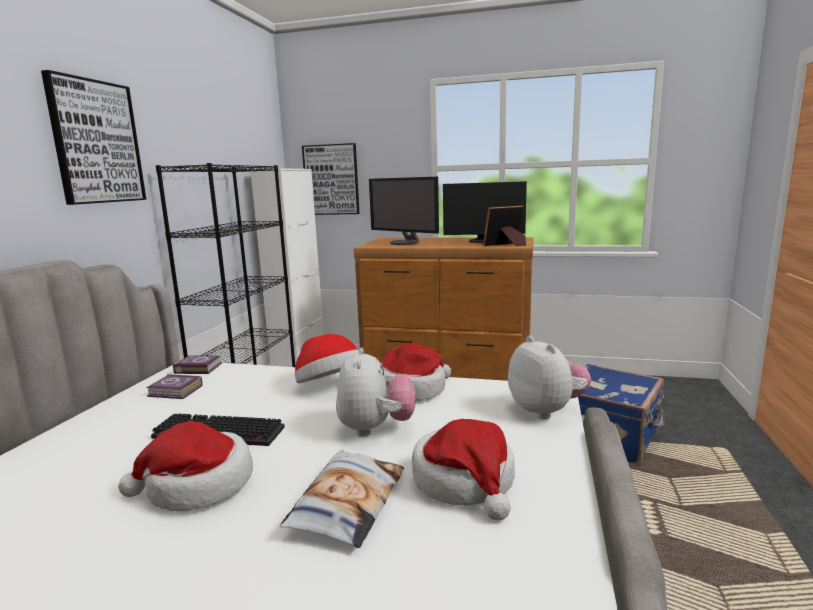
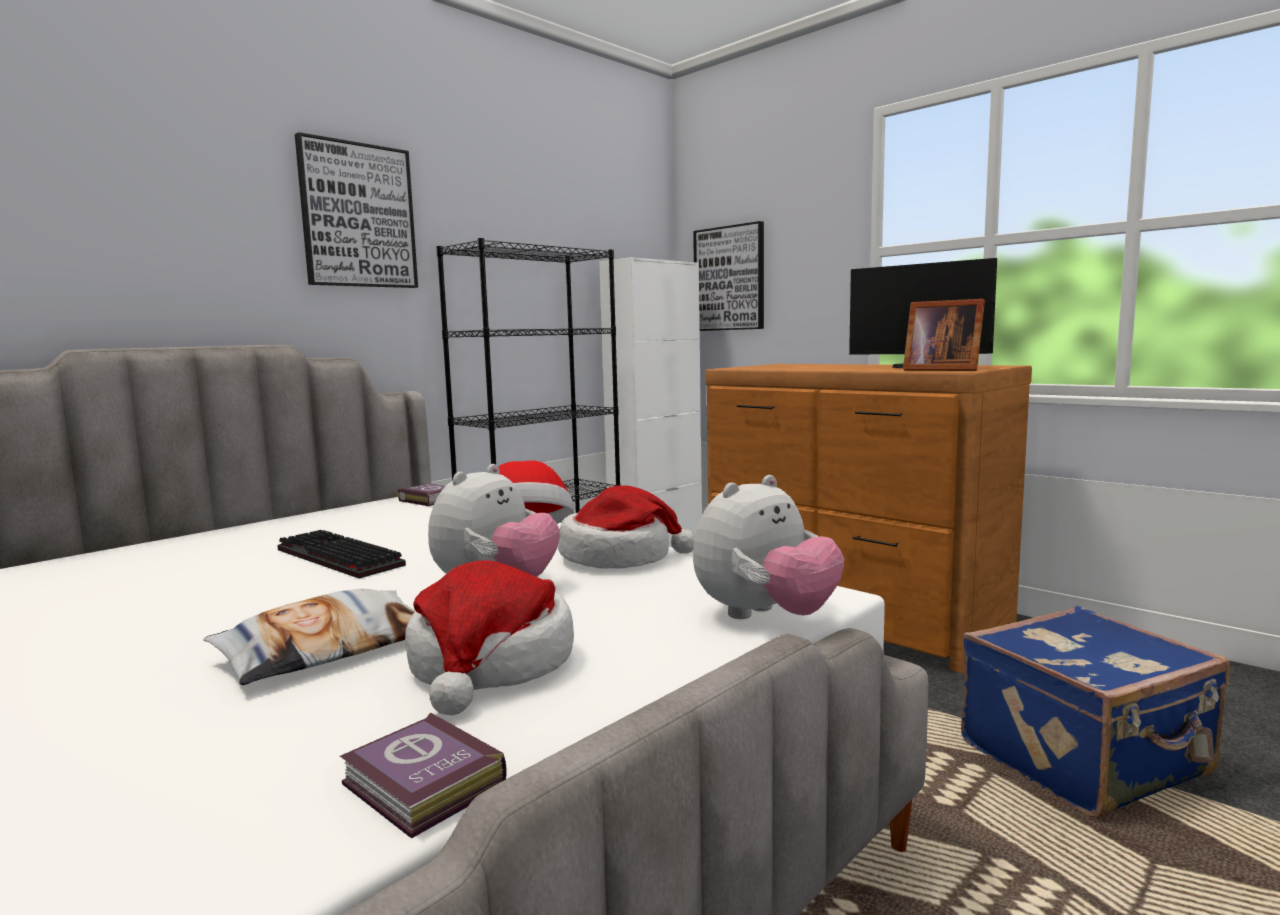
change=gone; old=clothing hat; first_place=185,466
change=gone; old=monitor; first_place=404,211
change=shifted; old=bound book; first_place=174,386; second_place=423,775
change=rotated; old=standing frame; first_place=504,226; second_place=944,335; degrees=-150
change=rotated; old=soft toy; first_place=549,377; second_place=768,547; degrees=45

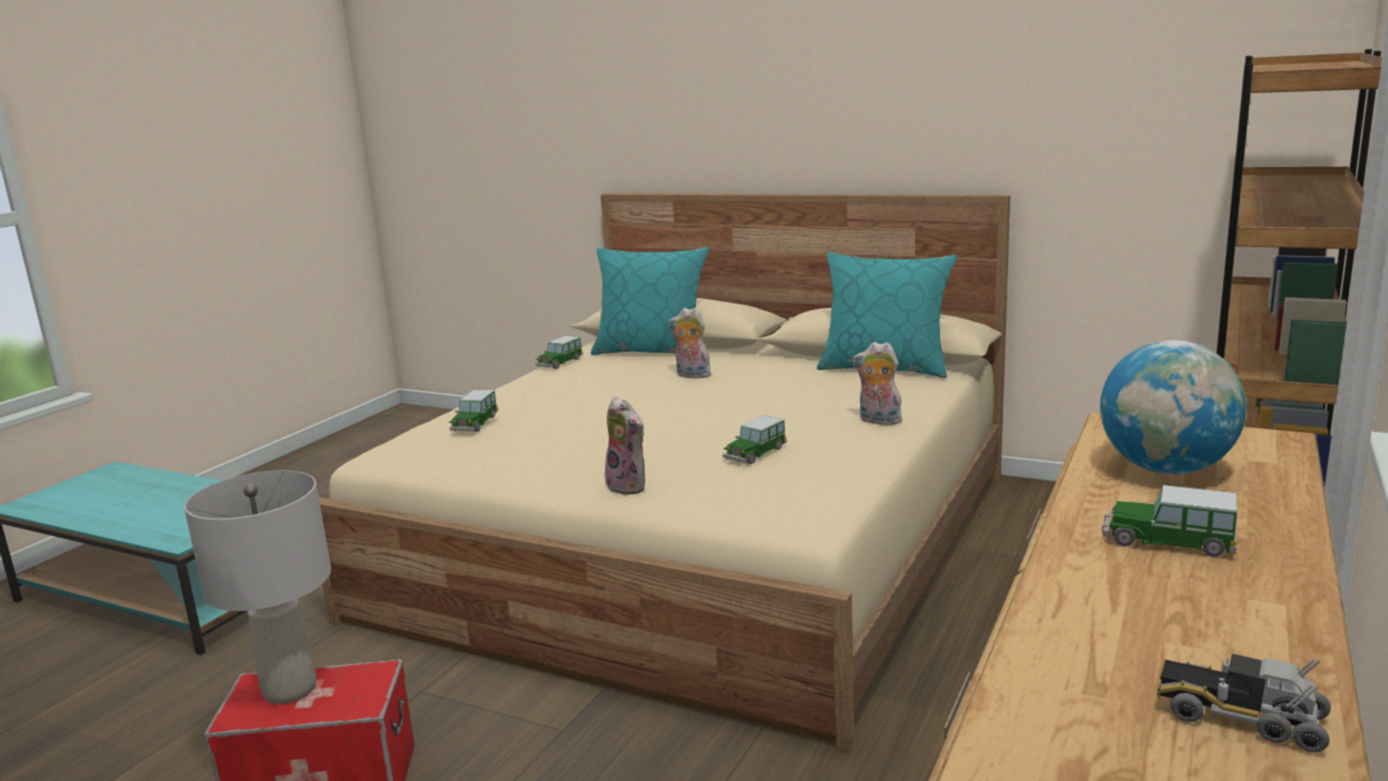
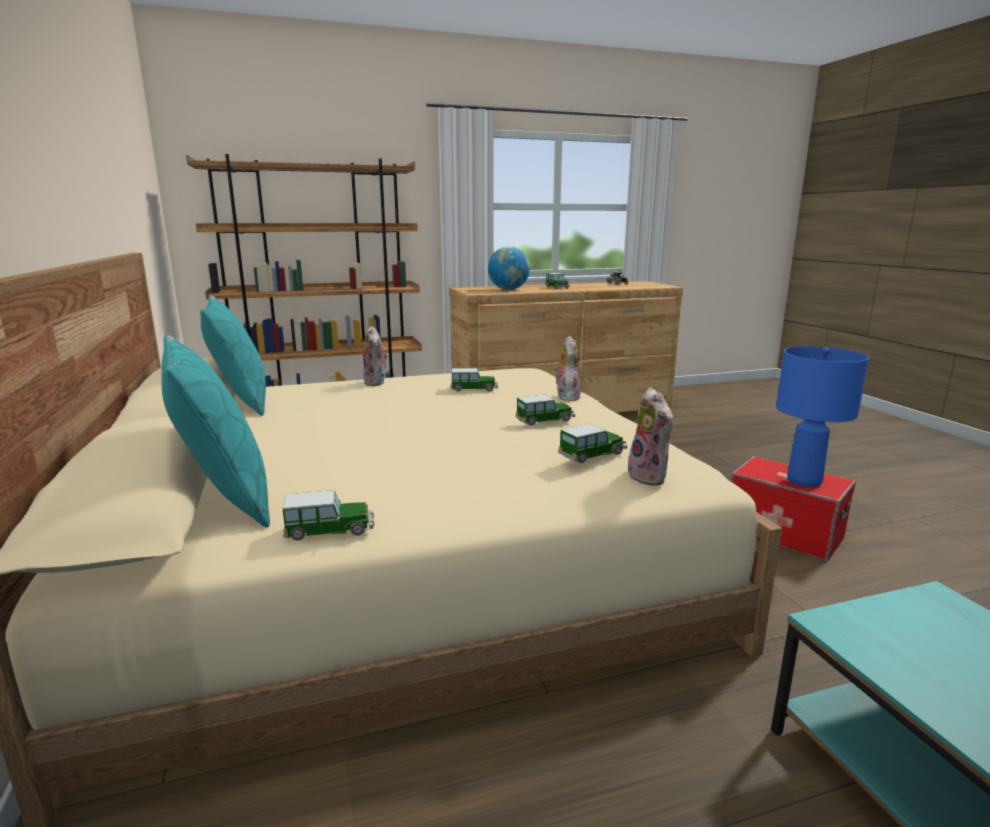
change=new; new=model car; second_place=545,410
change=shifted; old=soft toy; first_place=690,343; second_place=650,436
change=repainted; old=lamp for a table (gray); new=lamp for a table (blue-coloured); first_place=257,587; second_place=822,417

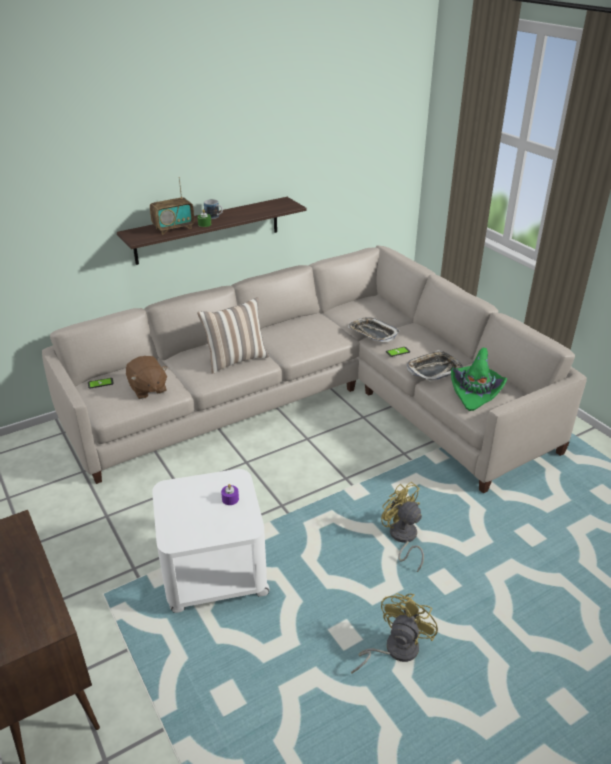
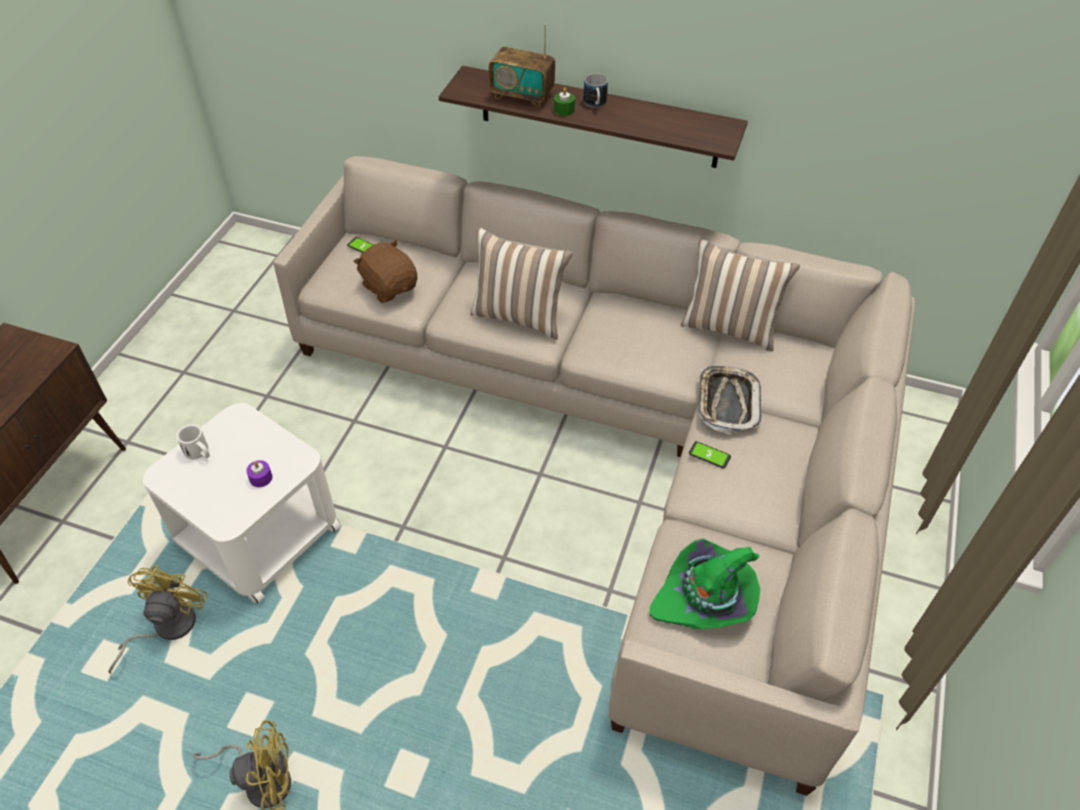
change=gone; old=carrying tray; first_place=434,365
change=new; new=coffee mug (white); second_place=193,442
change=new; new=throw pillow; second_place=740,295
change=shifted; old=fan (yellowish); first_place=402,527; second_place=158,619
change=rotated; old=soft toy (brownish); first_place=147,377; second_place=385,271; degrees=120

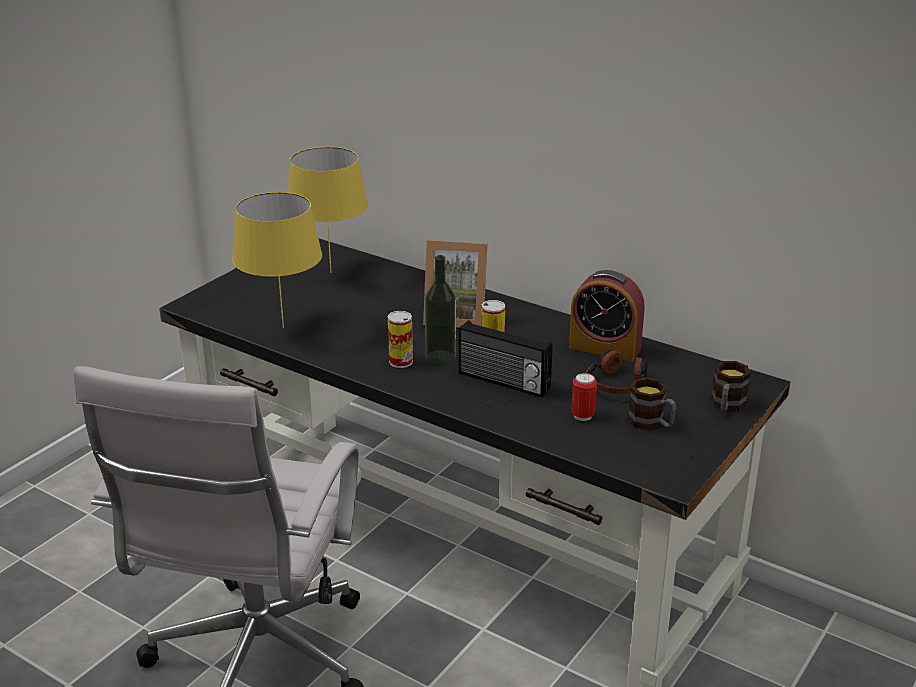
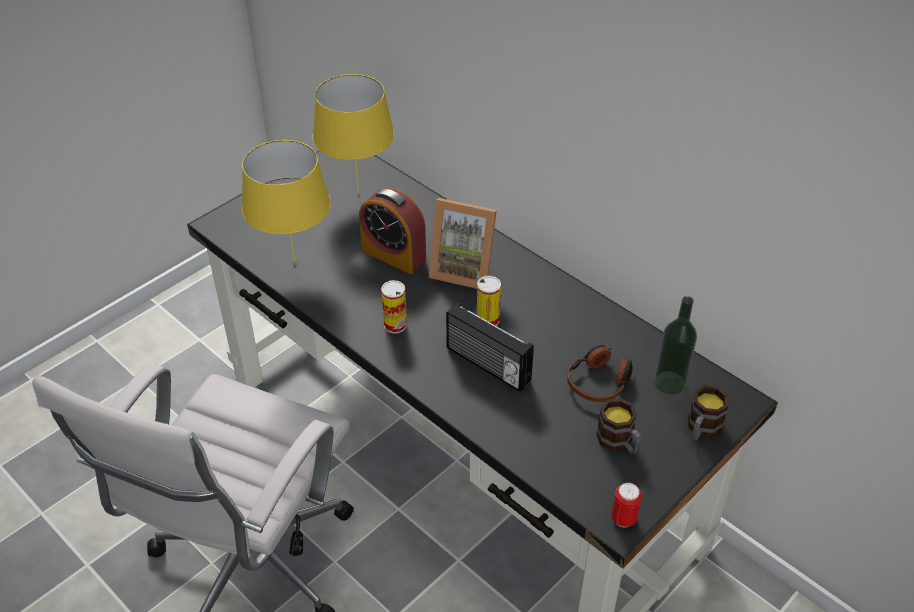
change=shifted; old=drink bottle; first_place=440,310; second_place=675,345
change=shifted; old=alarm clock; first_place=607,316; second_place=392,231
change=shifted; old=can; first_place=584,397; second_place=627,505

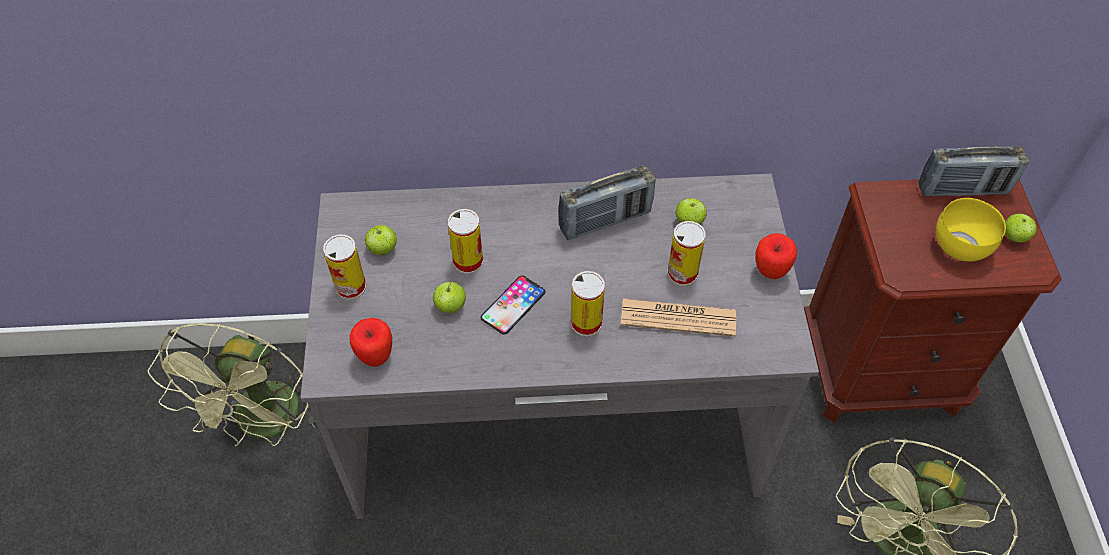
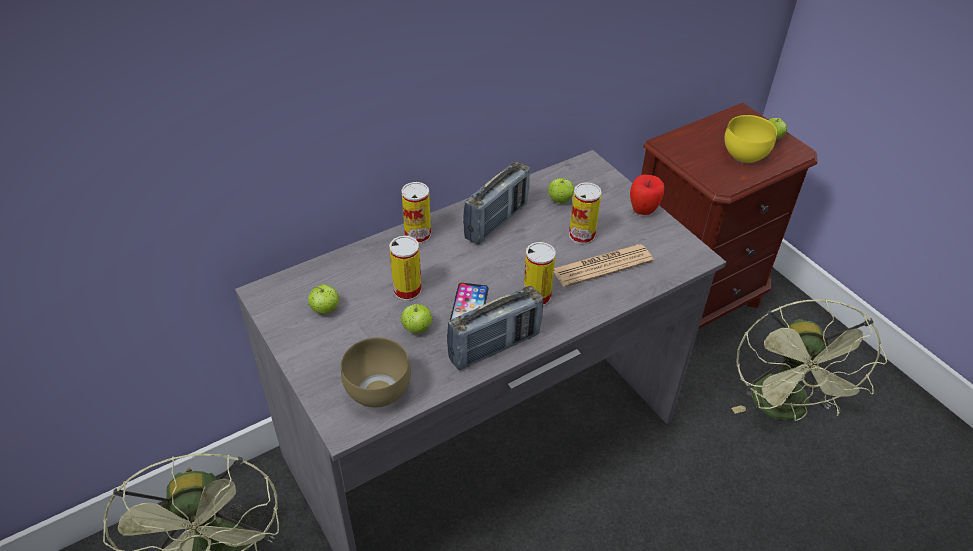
change=shifted; old=can; first_place=344,267; second_place=416,213
change=shifted; old=radio receiver; first_place=974,171; second_place=495,328
change=swapped; old=apple fruit; new=serving bowl (brownish); first_place=371,342; second_place=376,372

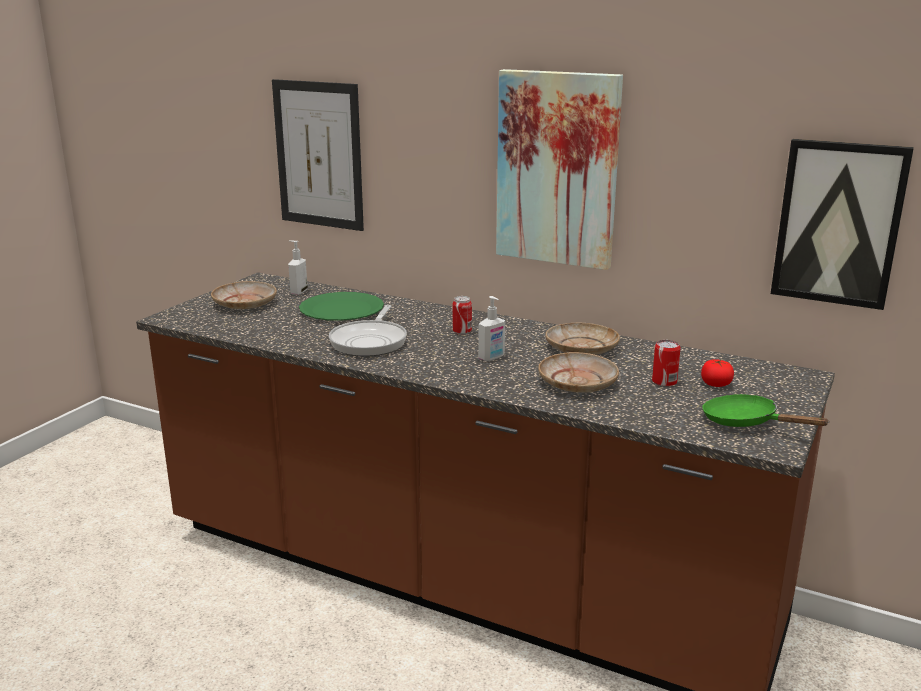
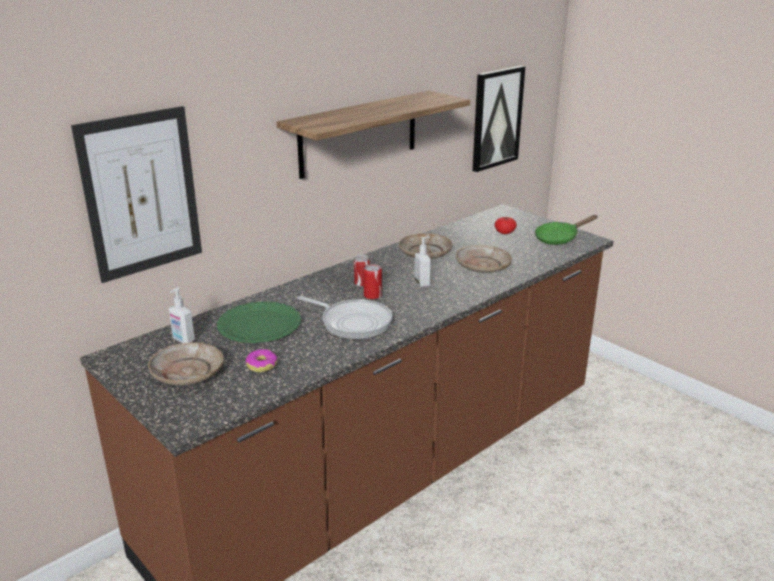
change=new; new=ring doughnut; second_place=262,360
change=shifted; old=can; first_place=666,363; second_place=372,282
change=swapped; old=wall art; new=shelf; first_place=559,169; second_place=373,135

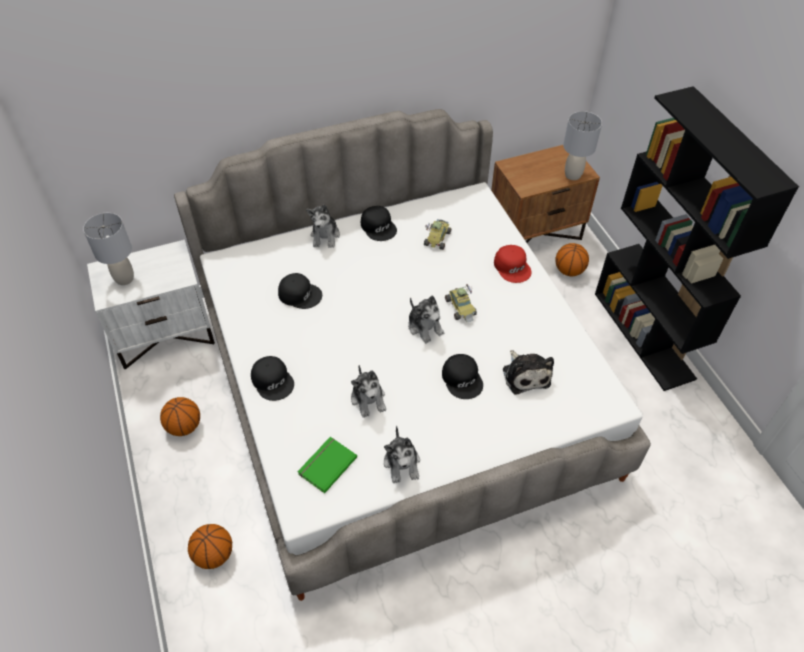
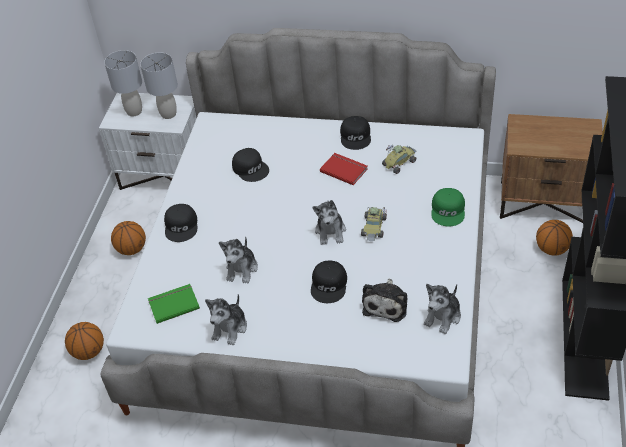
change=new; new=bound book (reddish); second_place=344,169
change=shifted; old=soft toy; first_place=323,226; second_place=442,309
change=shifted; old=lamp for a table (gray); first_place=582,145; second_place=159,85
change=repainted; old=peaked cap (reddish); new=peaked cap (green-coloured); first_place=512,264; second_place=448,207

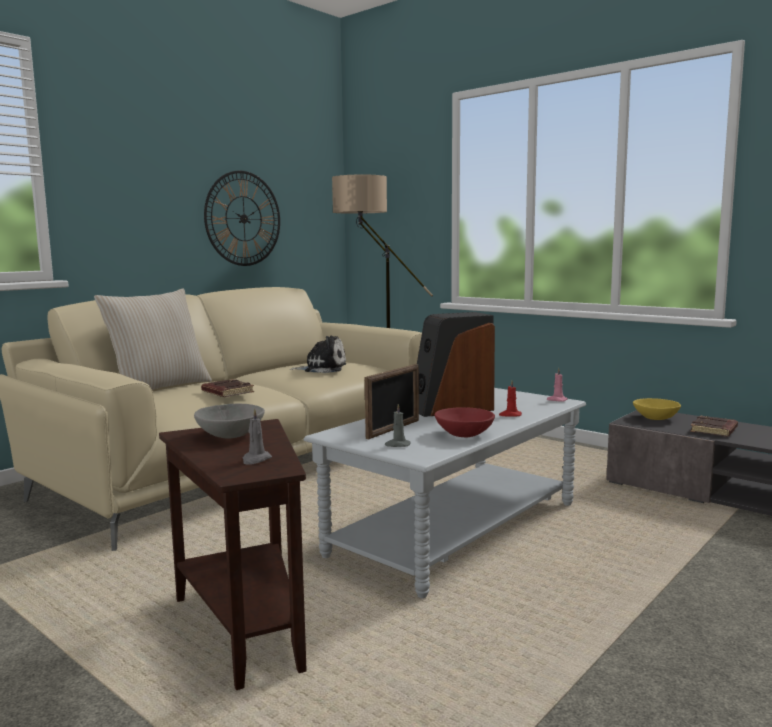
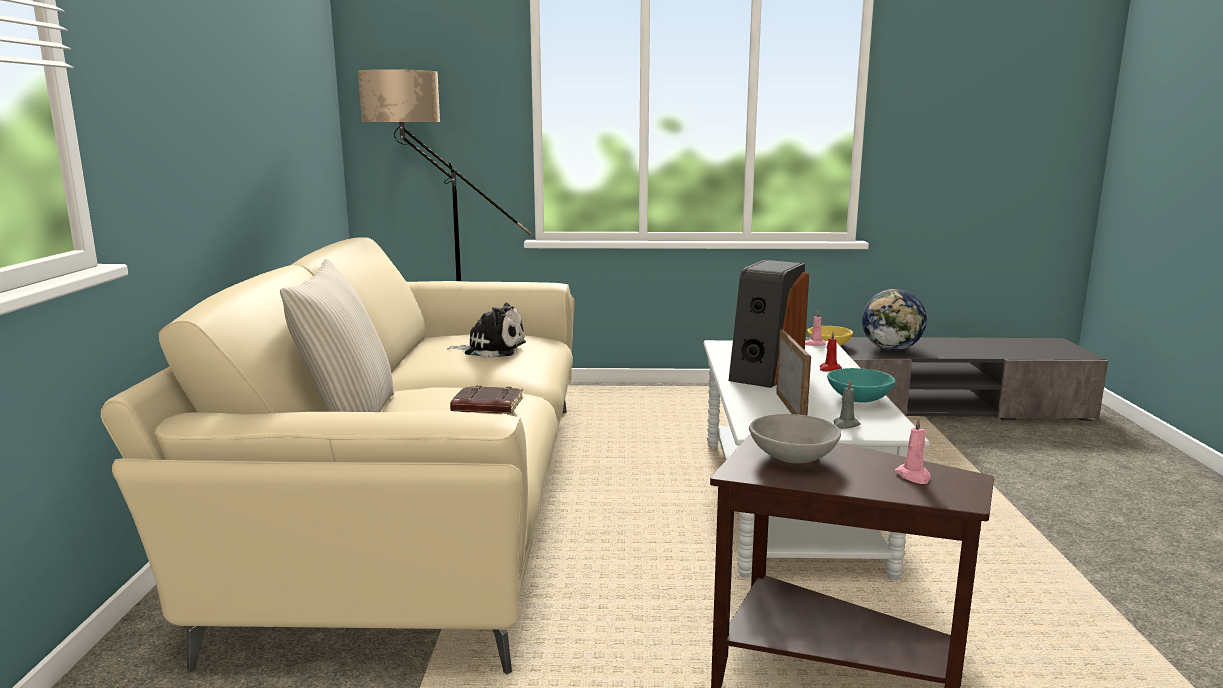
change=gone; old=hanging clock; first_place=242,218
change=swapped; old=bound book (brownish); new=desk globe; first_place=714,426; second_place=894,320
change=repainted; old=wax candle (gray); new=wax candle (pink); first_place=257,436; second_place=913,450
change=repainted; old=serving bowl (reddish); new=serving bowl (turquoise-coloured); first_place=465,422; second_place=861,385
change=rotated; old=soft toy; first_place=317,354; second_place=486,330; degrees=45

